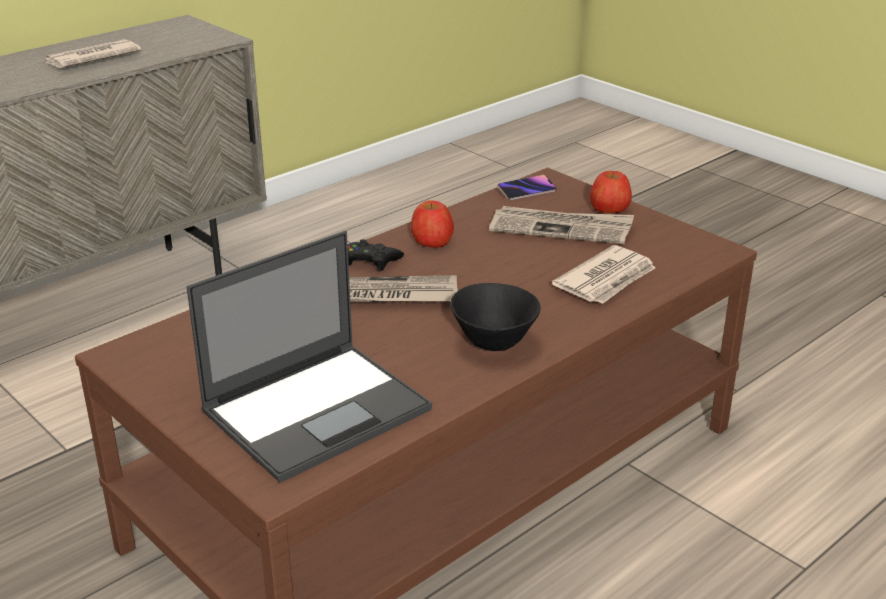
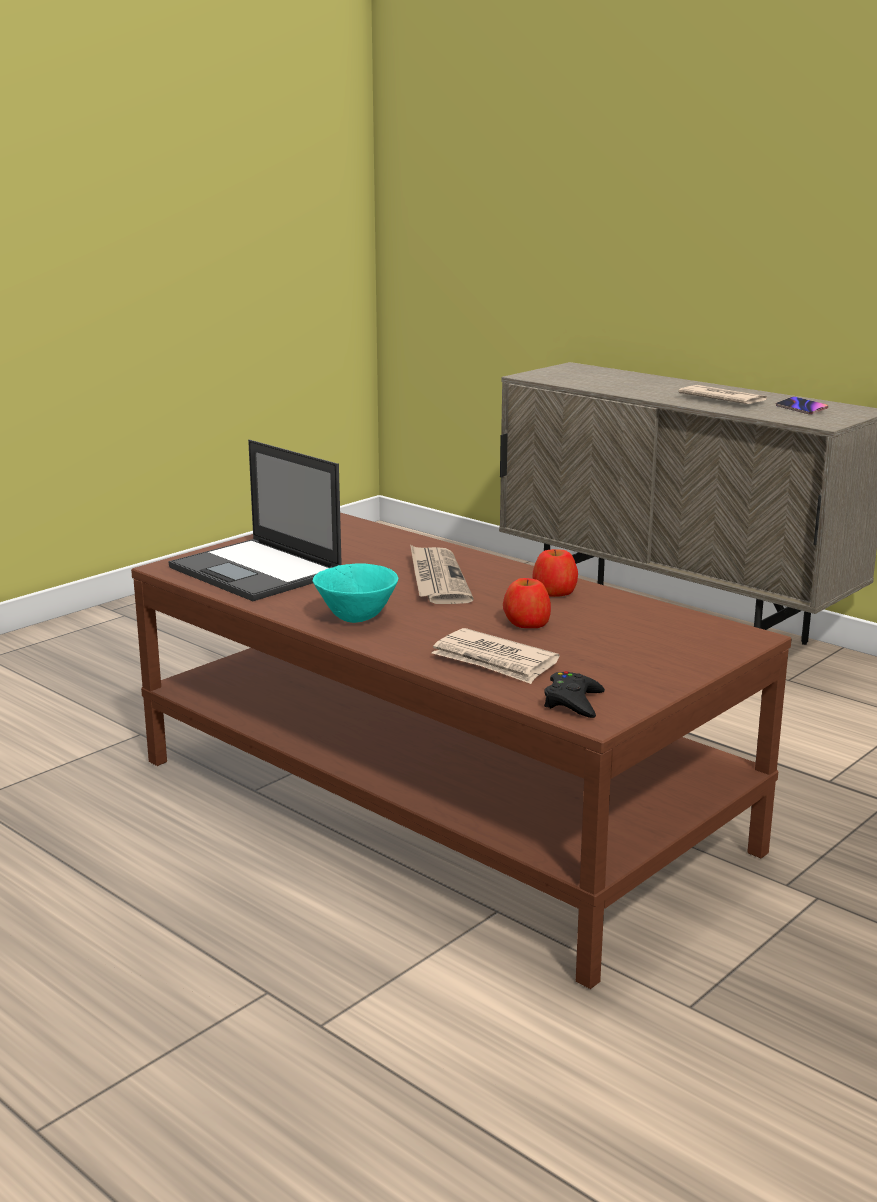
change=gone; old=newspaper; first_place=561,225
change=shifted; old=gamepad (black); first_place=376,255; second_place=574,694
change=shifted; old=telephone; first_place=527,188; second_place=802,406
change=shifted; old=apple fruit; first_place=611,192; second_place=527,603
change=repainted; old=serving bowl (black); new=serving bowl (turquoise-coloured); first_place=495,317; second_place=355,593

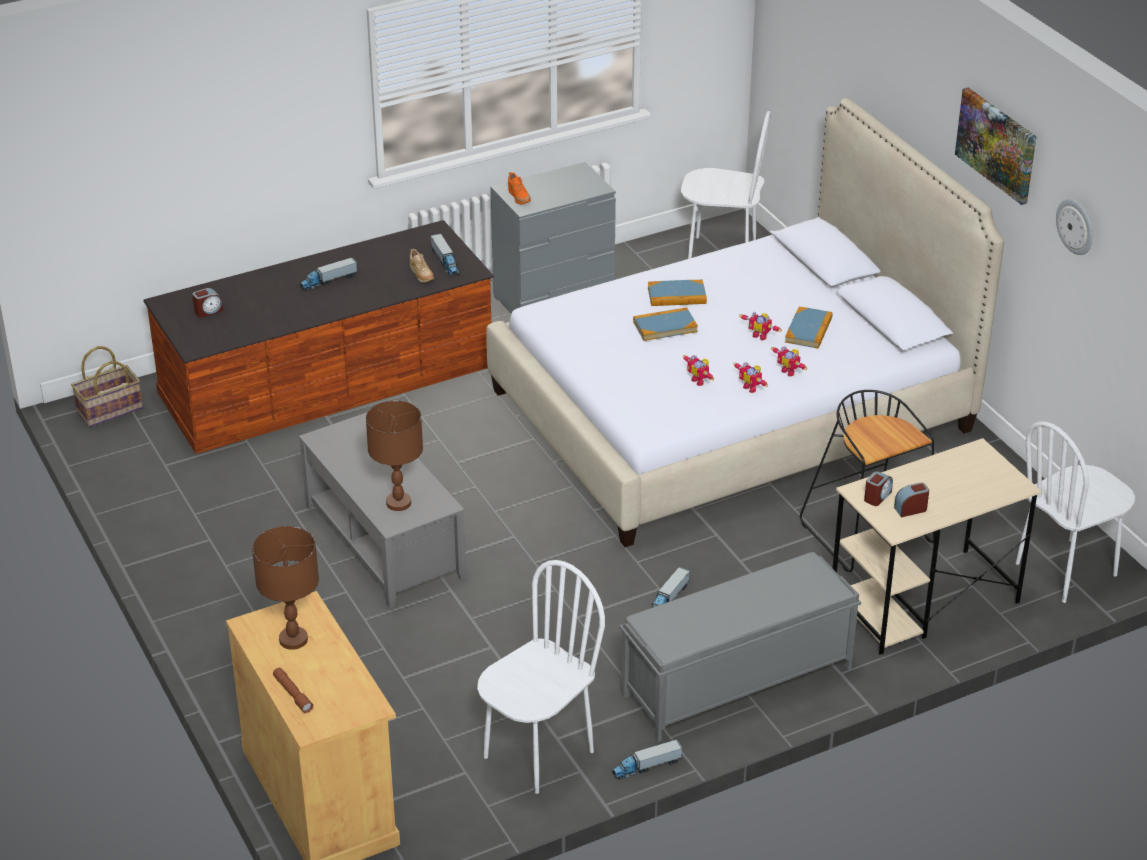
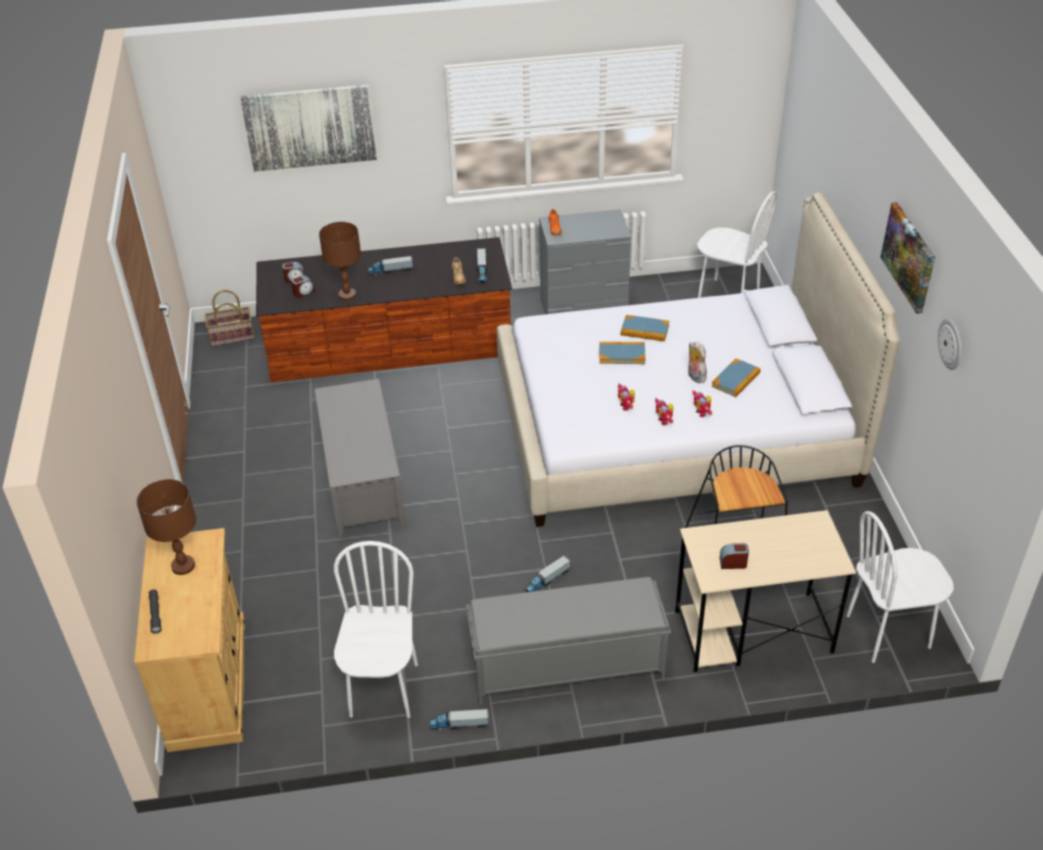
change=new; new=wall art; second_place=308,128
change=shifted; old=lamp for a table (brownish); first_place=394,455; second_place=340,261
change=shifted; old=alarm clock; first_place=878,488; second_place=303,286
change=swapped; old=toy robot; new=soft toy; first_place=760,326; second_place=697,362
change=repainted; old=hand torch (brownish); new=hand torch (gray); first_place=293,690; second_place=155,611
change=rotated; old=chair (white); first_place=541,677; second_place=376,629; degrees=-60

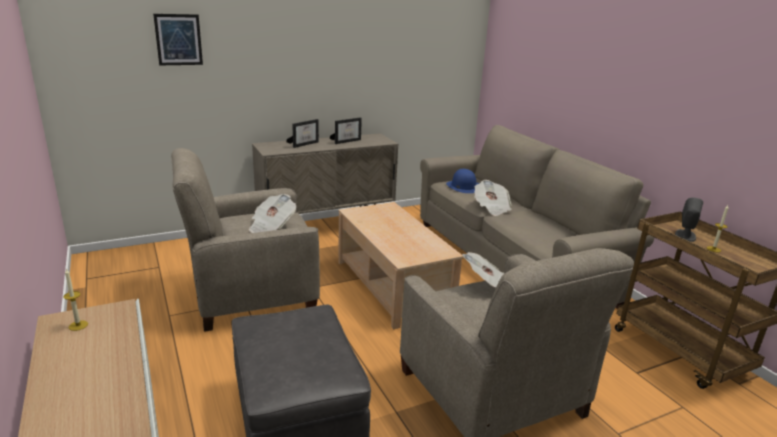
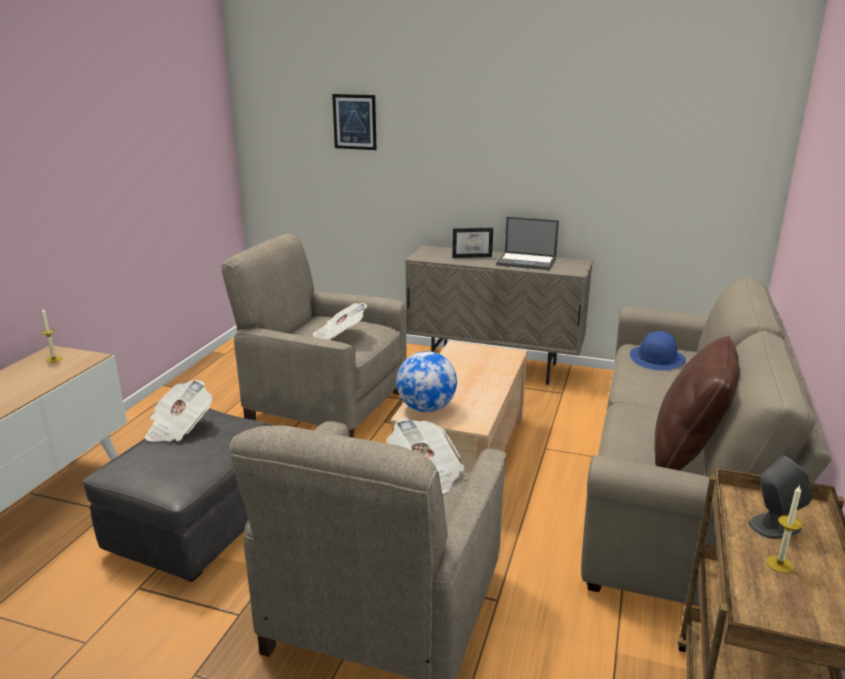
change=new; new=desk globe; second_place=426,381
change=new; new=throw pillow (brownish); second_place=697,403
change=shifted; old=newspaper; first_place=493,198; second_place=178,411
change=swapped; old=standing frame; new=portable computer; first_place=346,130; second_place=527,243

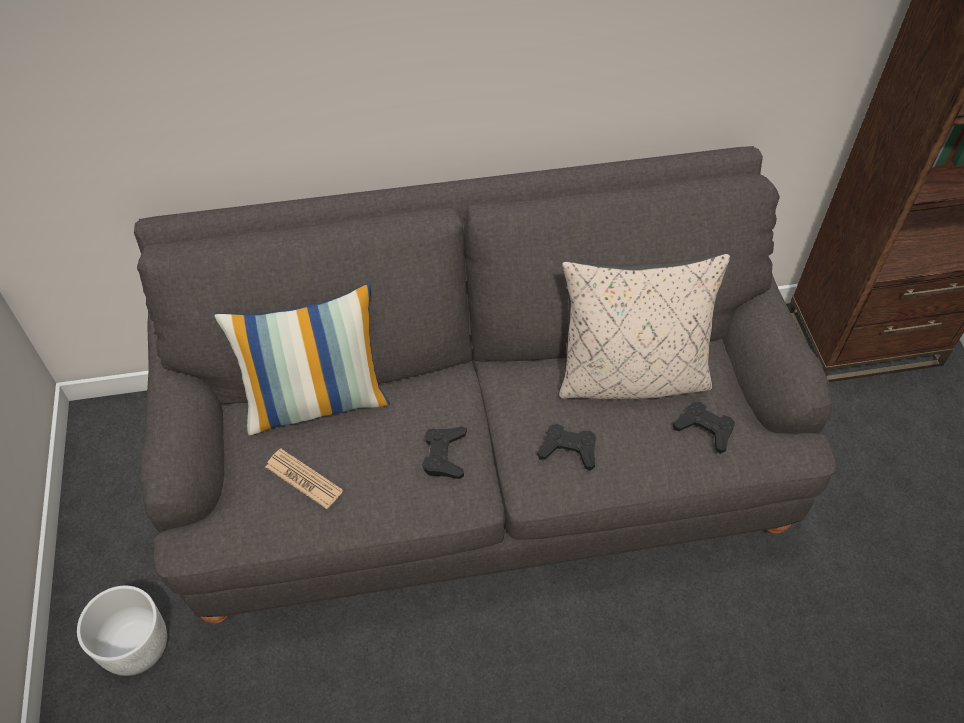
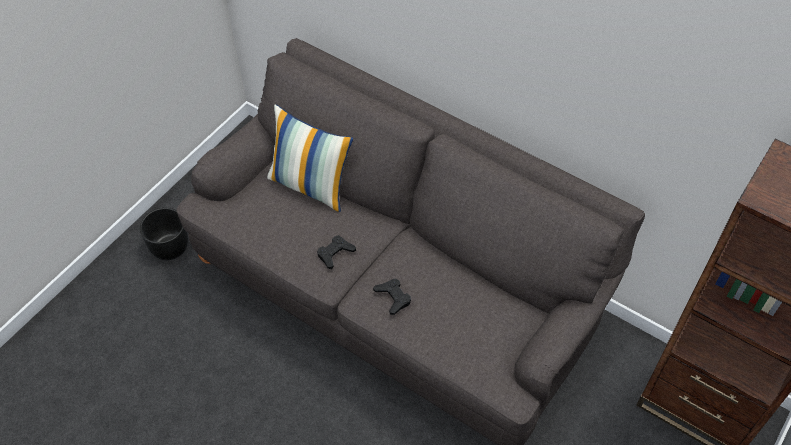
change=gone; old=newspaper; first_place=304,479
change=gone; old=throw pillow (beige-coloured); first_place=644,326
change=gone; old=gamepad (black); first_place=704,427
change=repainted; old=planter (white); new=planter (black); first_place=122,631; second_place=164,234

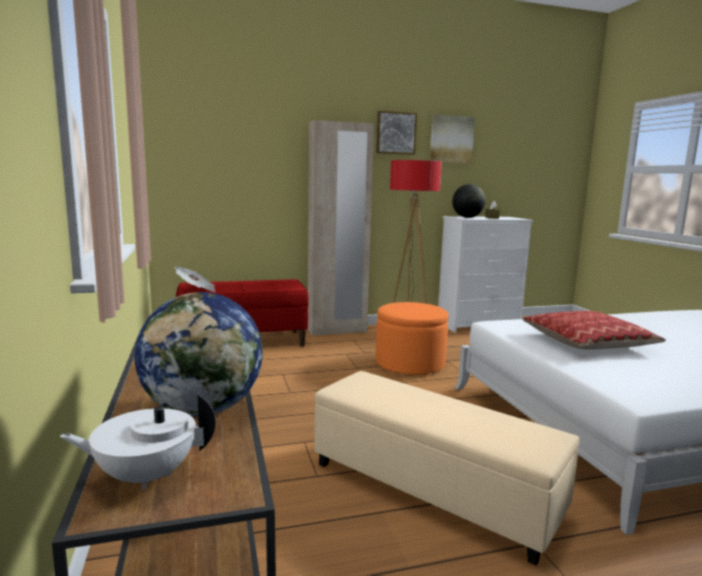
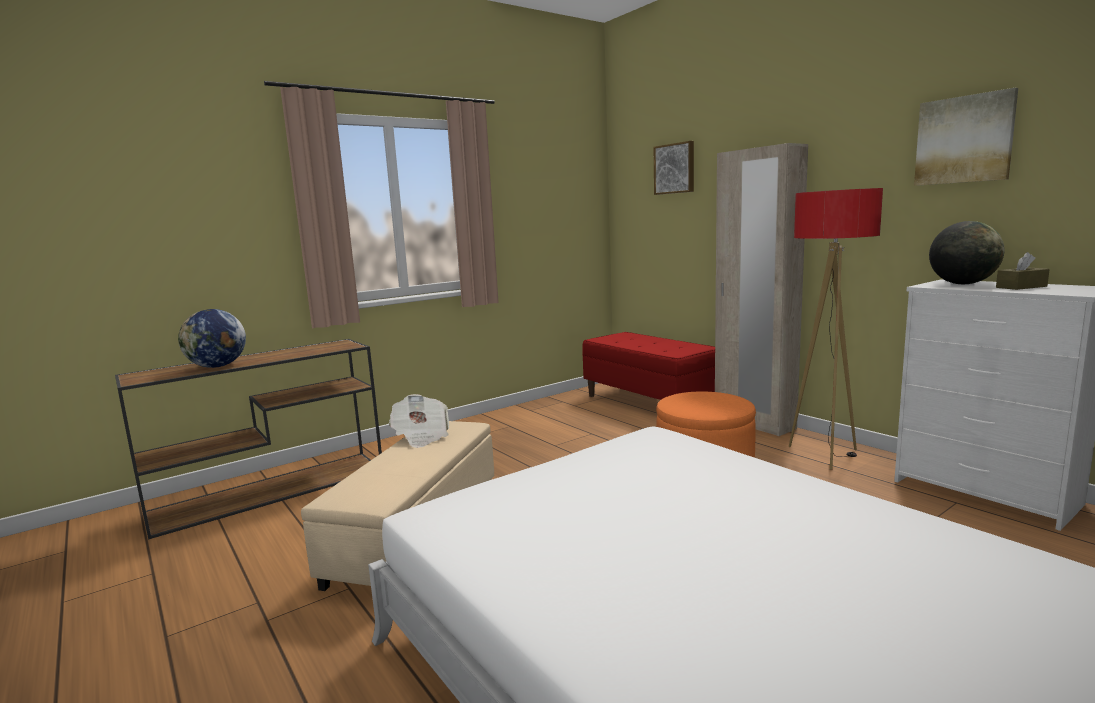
change=gone; old=tea pot (white); first_place=138,441
change=gone; old=throw pillow; first_place=594,330
change=shifted; old=newspaper; first_place=195,279; second_place=419,421
change=shifted; old=wall art; first_place=396,133; second_place=674,168

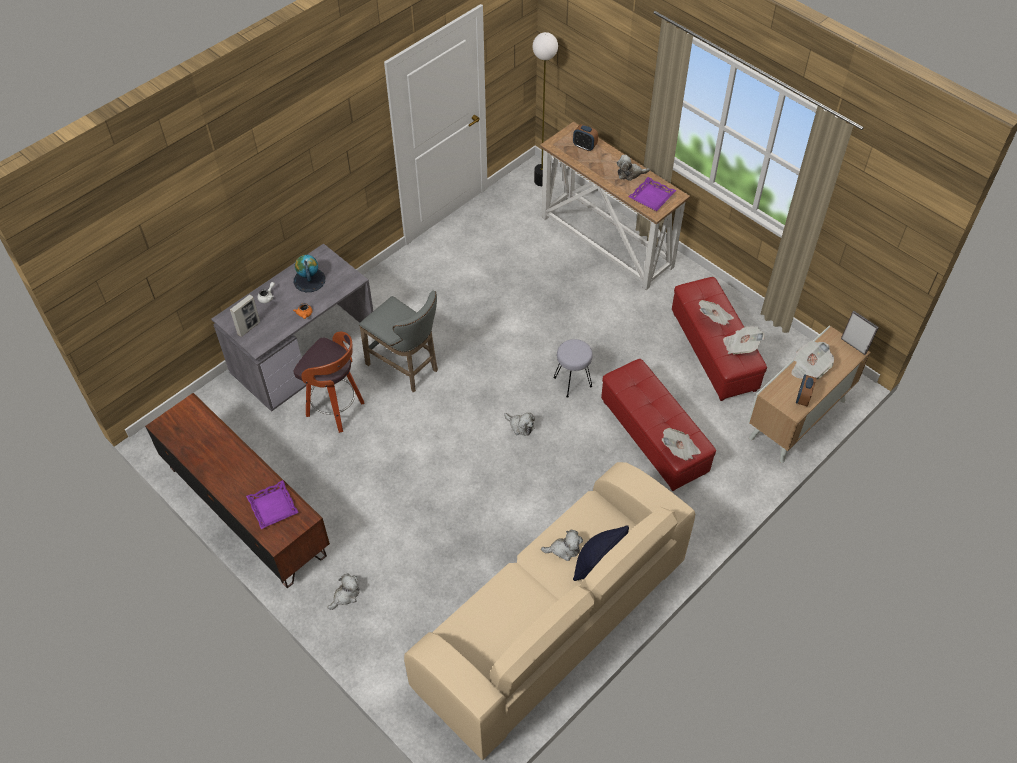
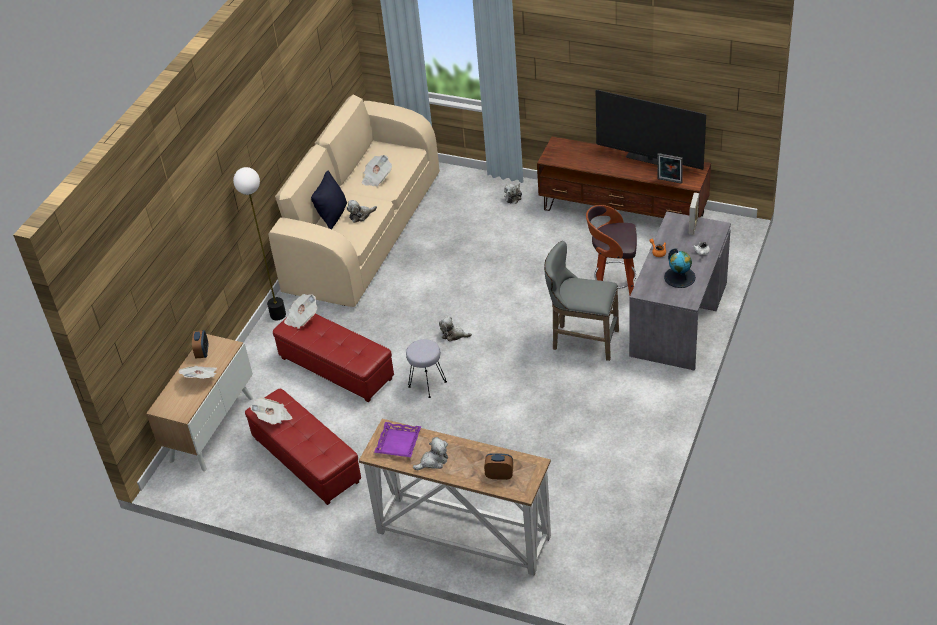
change=gone; old=carrying tray (purplish); first_place=272,504
change=new; new=TV; second_place=651,130
change=shifted; old=standing lamp; first_place=545,109; second_place=259,243
change=shifted; old=newspaper; first_place=716,312; second_place=377,171
change=shifted; old=standing frame; first_place=860,333; second_place=670,168

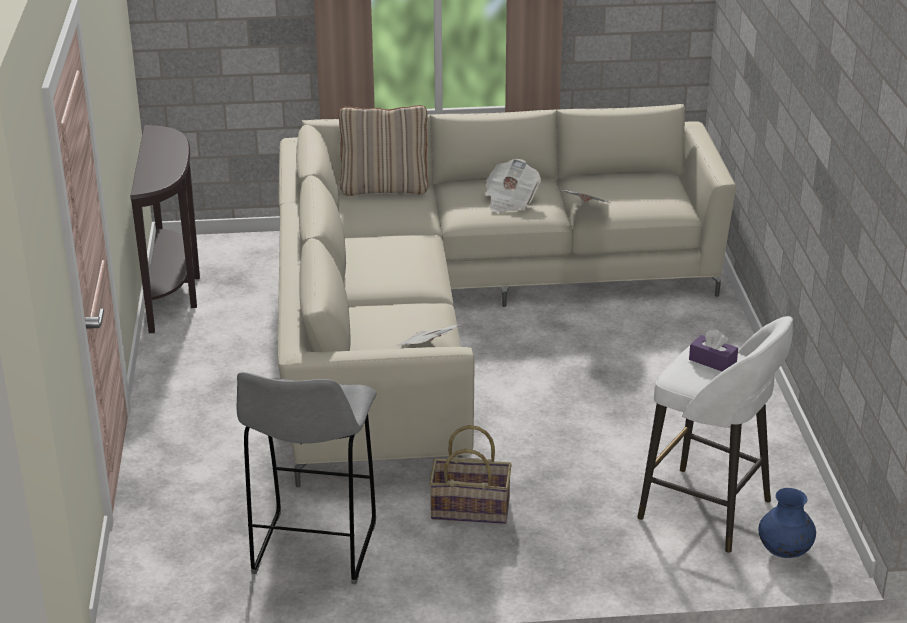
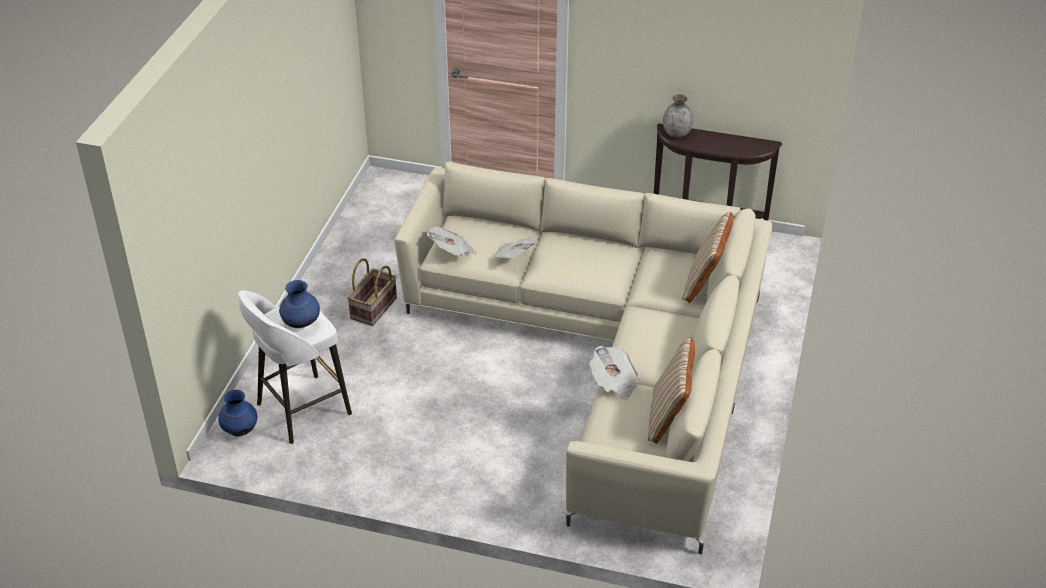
change=gone; old=stool (gray); first_place=307,478
change=new; new=throw pillow (beige-coloured); second_place=671,391
change=new; new=decorative vase (gray); second_place=678,116
change=shifted; old=newspaper; first_place=513,186; second_place=514,247
change=swapped; old=box of tissues (purplish); new=decorative vase (blue-coloured); first_place=713,350; second_place=299,304

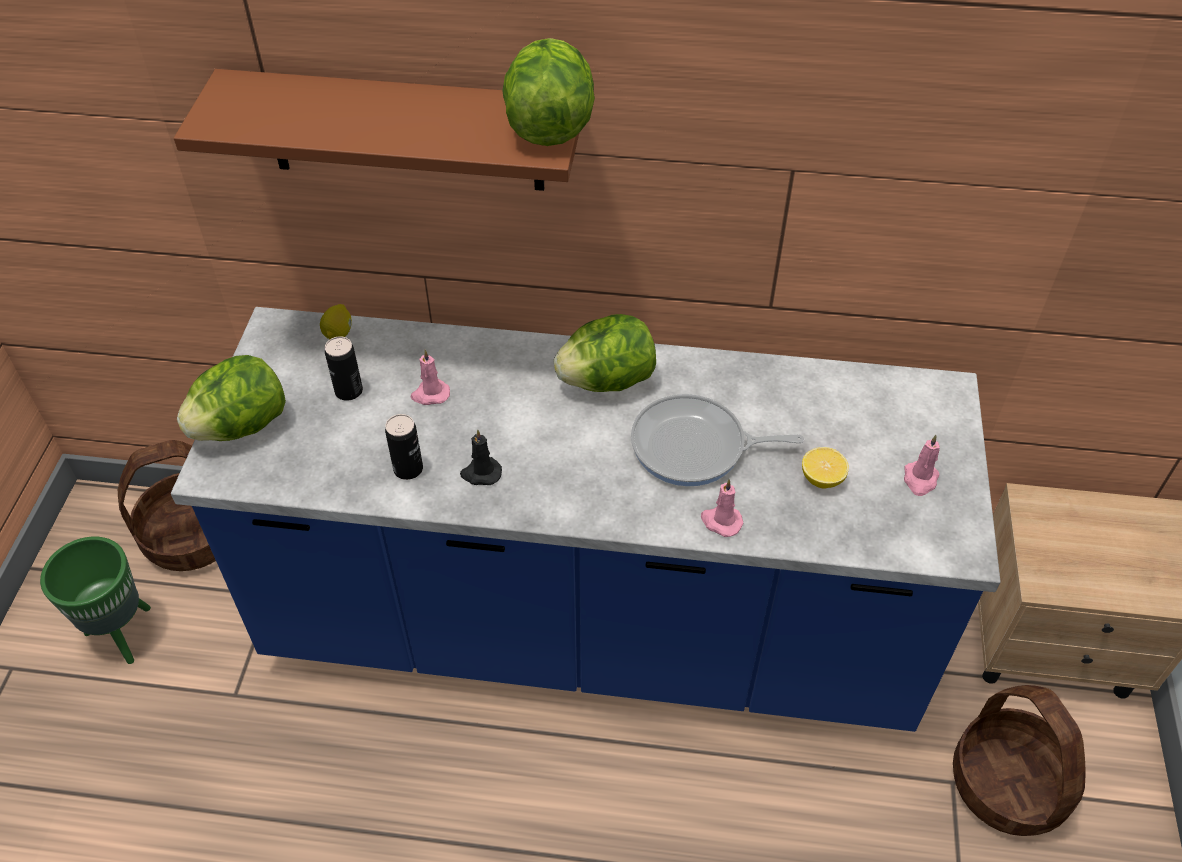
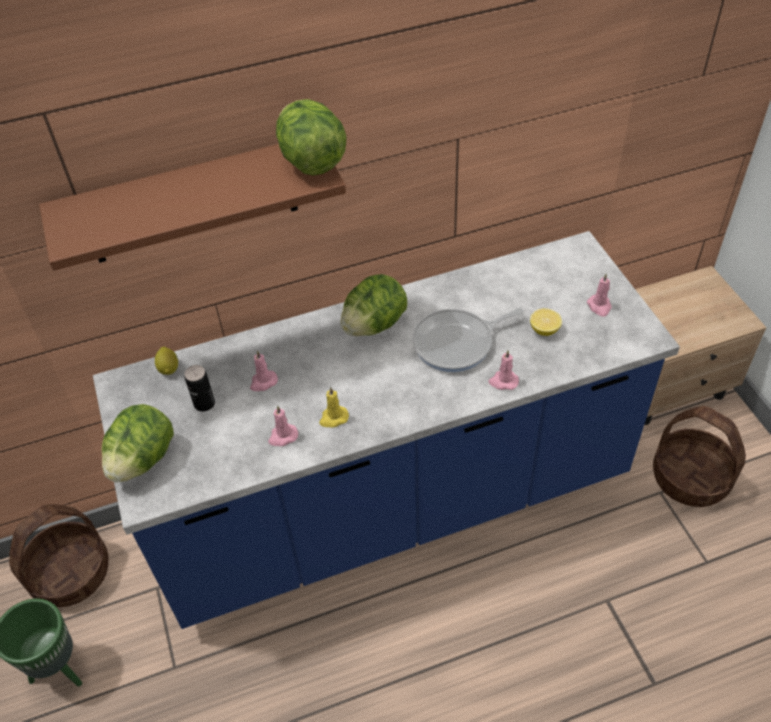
change=swapped; old=can; new=wax candle (pink); first_place=404,447; second_place=283,425
change=repainted; old=wax candle (black); new=wax candle (yellowish); first_place=481,457; second_place=334,407

